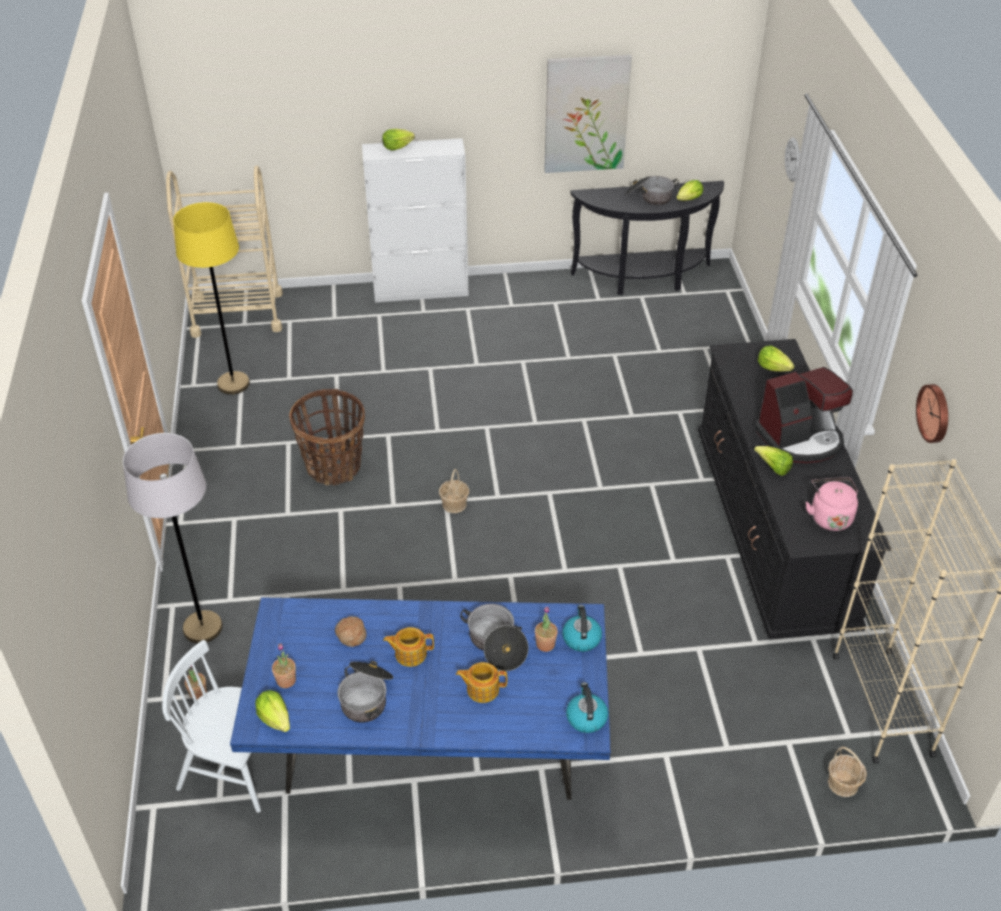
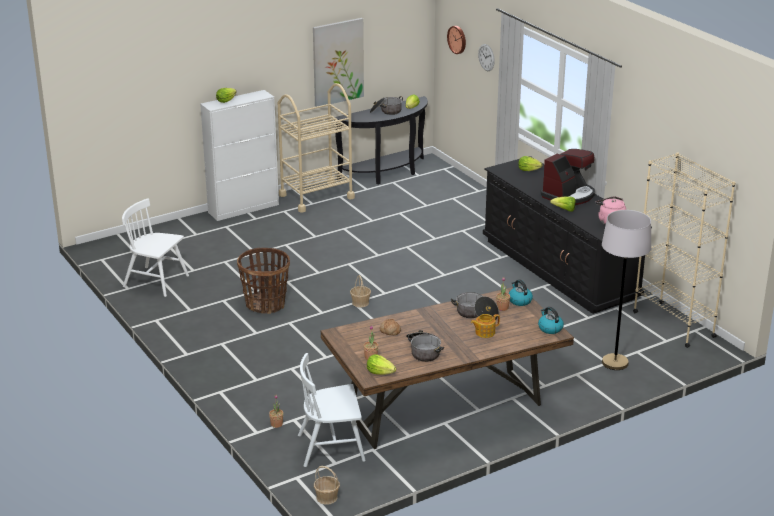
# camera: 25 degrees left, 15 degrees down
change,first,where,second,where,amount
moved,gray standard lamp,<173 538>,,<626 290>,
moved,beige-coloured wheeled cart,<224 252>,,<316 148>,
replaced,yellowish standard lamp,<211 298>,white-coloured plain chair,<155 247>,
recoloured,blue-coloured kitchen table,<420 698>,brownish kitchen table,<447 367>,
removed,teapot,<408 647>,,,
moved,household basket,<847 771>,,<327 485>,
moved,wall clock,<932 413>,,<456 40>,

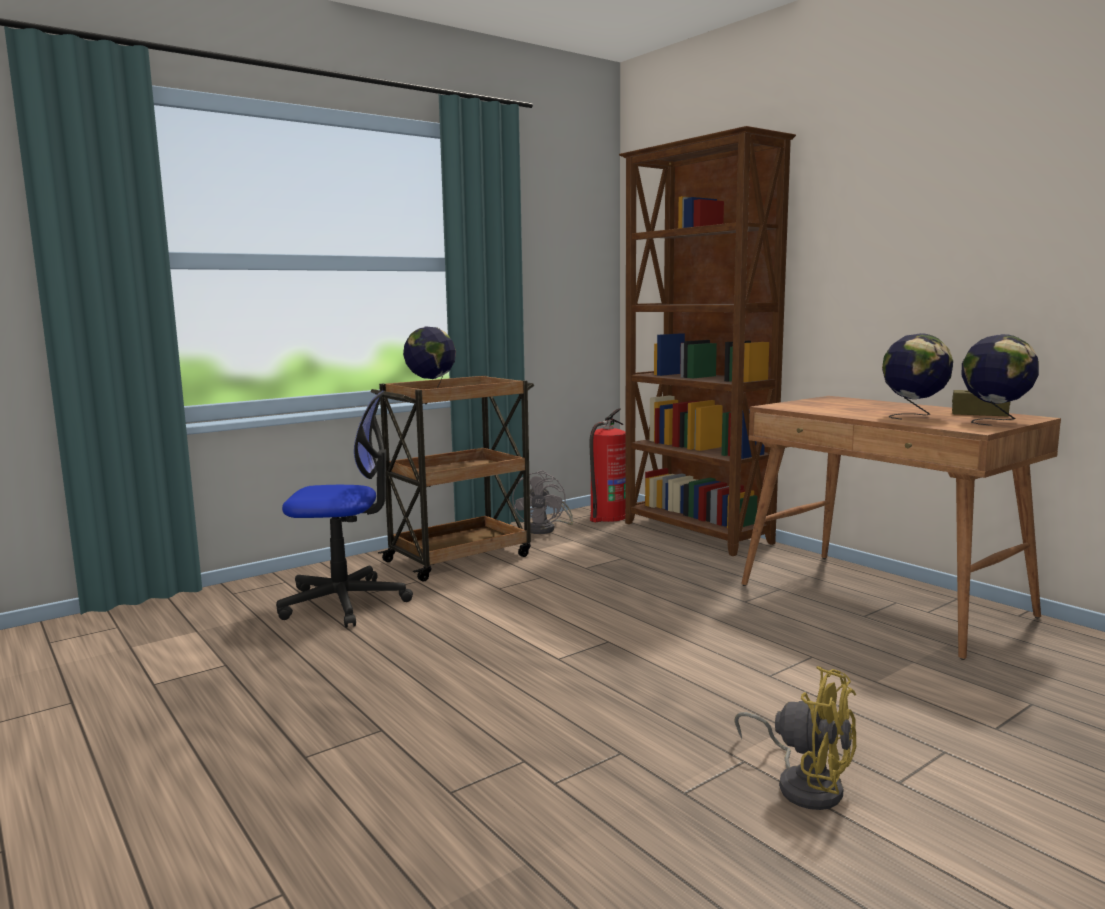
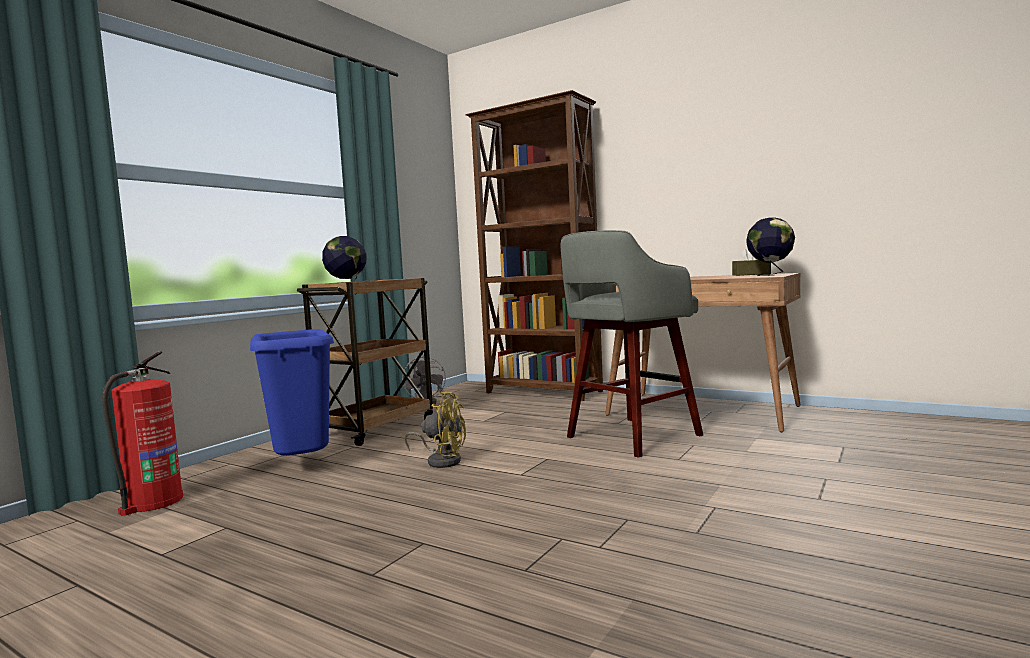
# camera: 20 degrees left, 5 degrees down
change,first,where,second,where,amount
replaced,computer chair,<344 509>,blue-coloured waste bin,<292 392>,
moved,extinguisher,<608 465>,,<142 434>,
moved,yellowish fan,<795 738>,,<435 430>,
removed,world globe,<917 376>,,,
added,,,gray sitting stool,<632 344>,

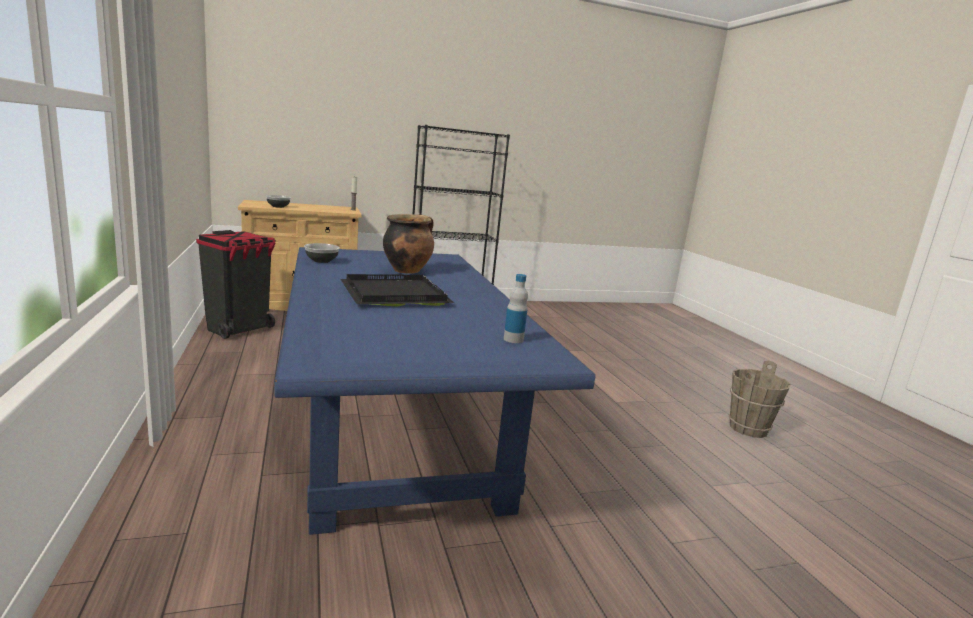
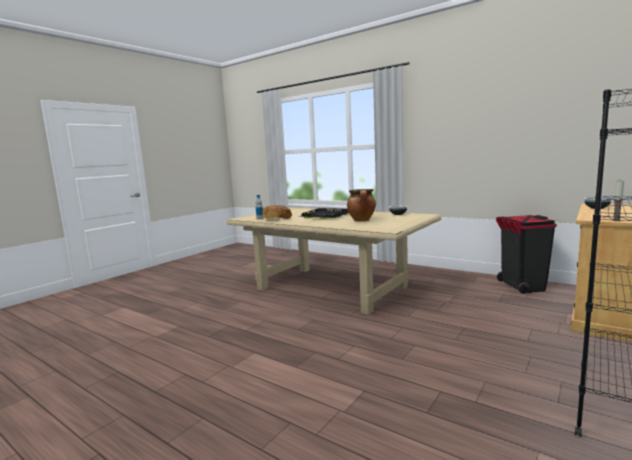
# camera: 145 degrees right, 5 degrees down
change,first,where,second,where,amount
recoloured,blue-coloured kitchen table,<435 391>,beige-coloured kitchen table,<334 261>,
removed,brownish pail,<759 399>,,,
added,,,bread,<277 212>,

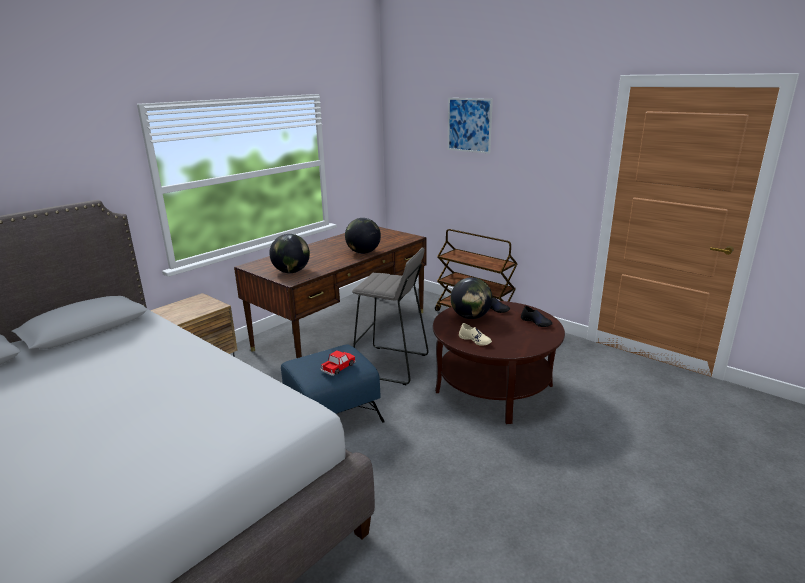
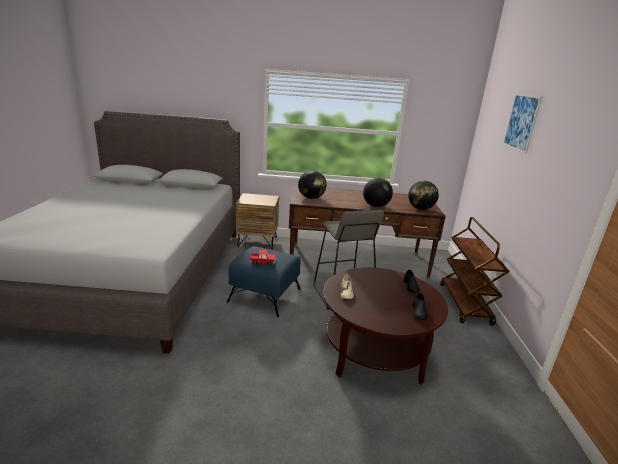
# camera: 50 degrees right, 0 degrees up
change,first,where,second,where,amount
moved,world globe,<471 298>,,<423 195>,

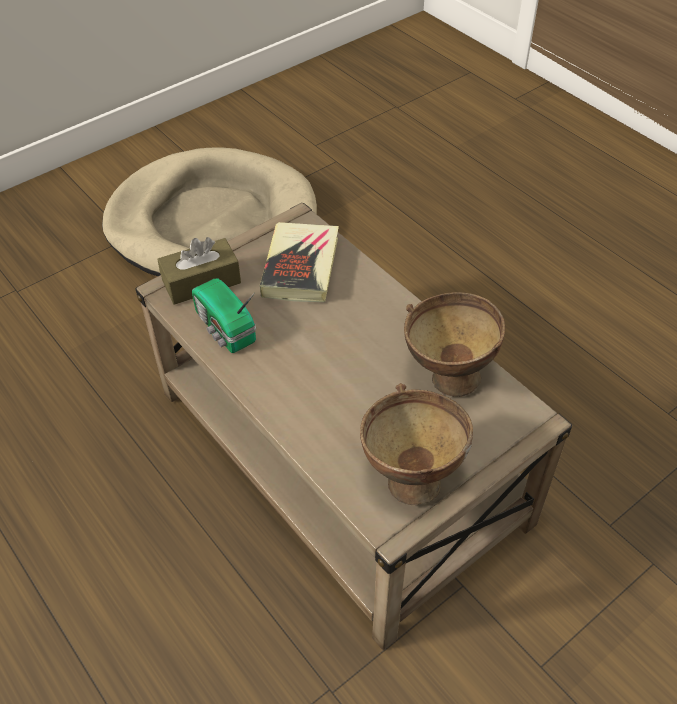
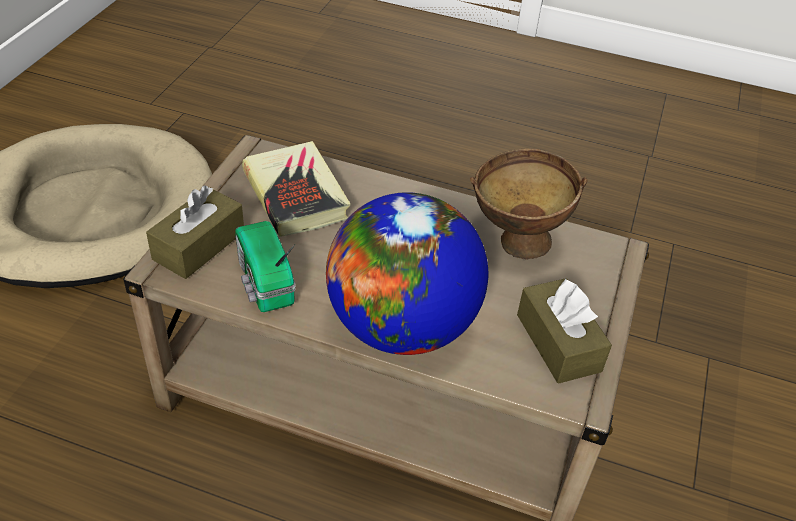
# camera: 35 degrees left, 5 degrees down
change,first,where,second,where,amount
turned,radio,<224 316>,,<265 266>,45 degrees clockwise
replaced,brownish bowl,<416 444>,brownish box of tissues,<564 331>,
added,,,world globe,<407 274>,

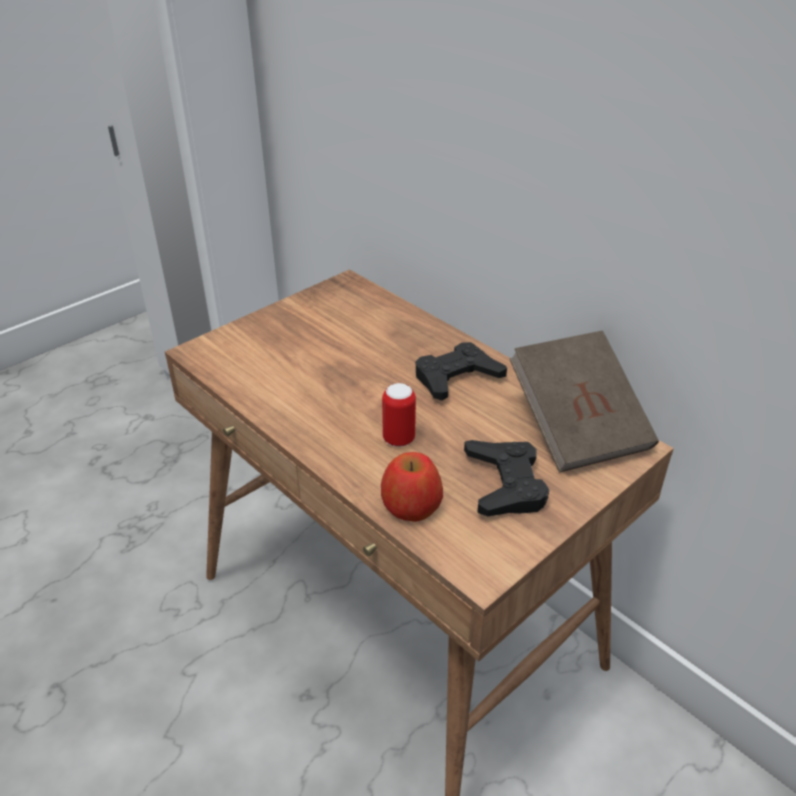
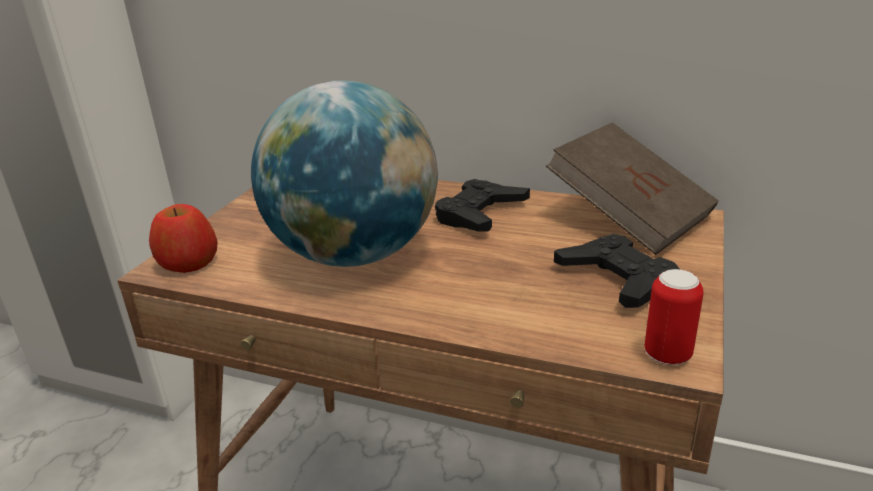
# camera: 25 degrees left, 10 degrees down
change,first,where,second,where,amount
moved,apple,<412 487>,,<183 238>,
moved,sealed can,<399 415>,,<674 317>,
added,,,world globe,<344 174>,

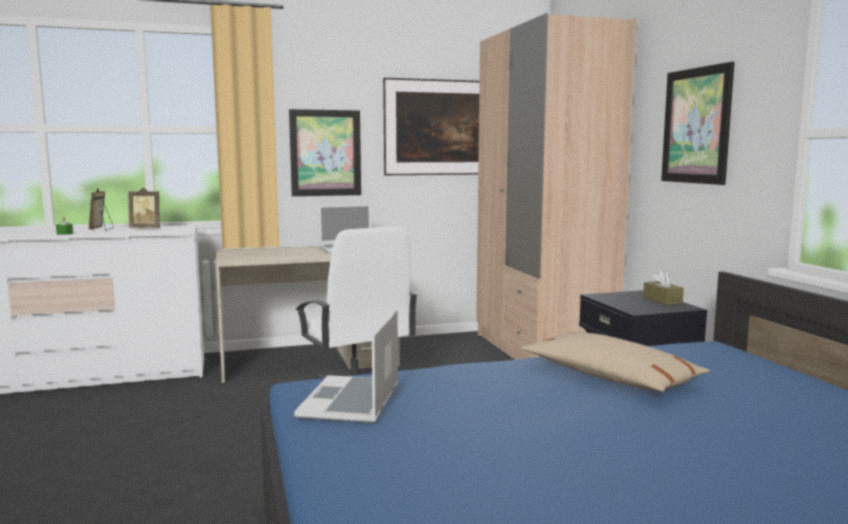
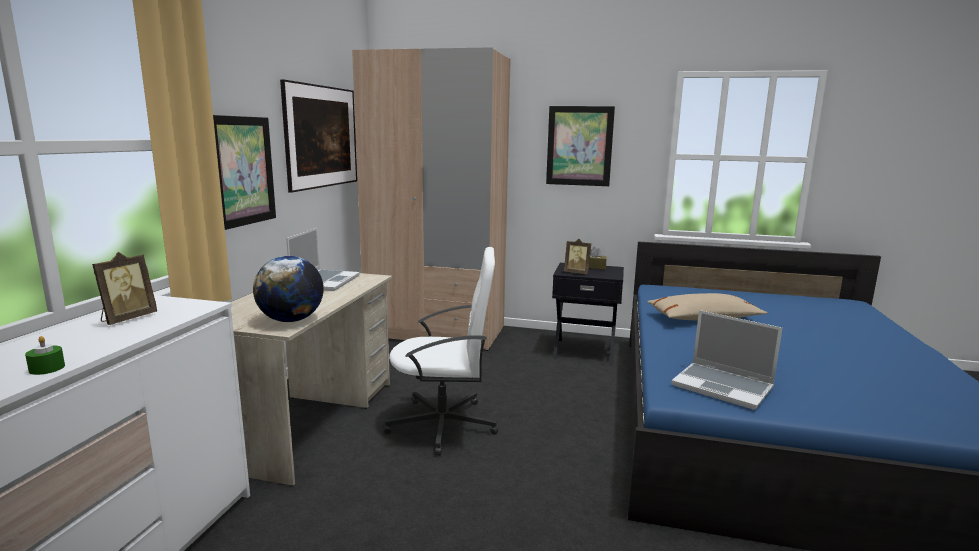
# camera: 60 degrees left, 5 degrees up
change,first,where,second,where,amount
moved,photo frame,<101 209>,,<577 256>,
added,,,world globe,<288 289>,

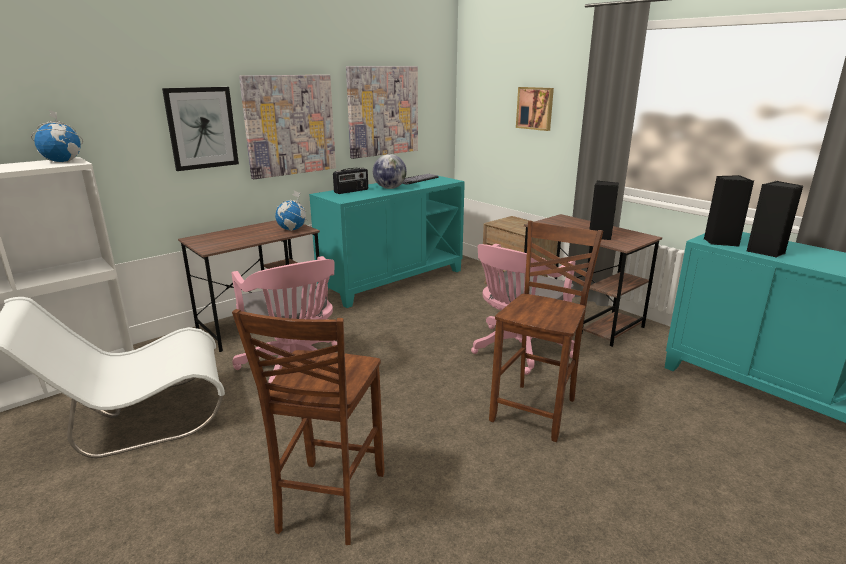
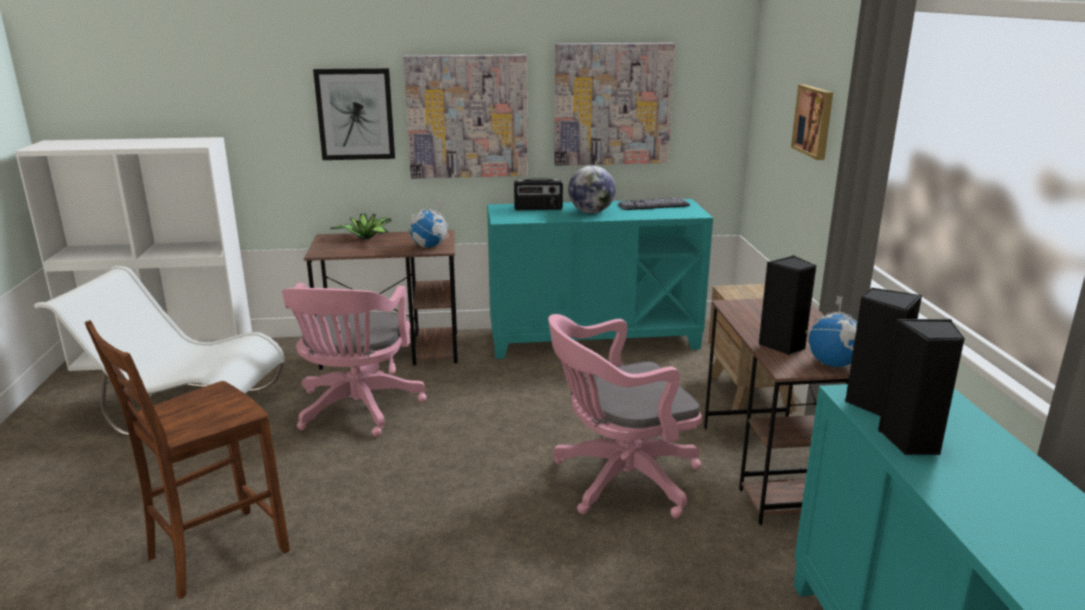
# camera: 35 degrees right, 0 degrees up
change,first,where,second,where,amount
moved,world globe,<57 135>,,<832 331>,
removed,brownish plain chair,<546 331>,,,
added,,,plant in a pot,<361 227>,

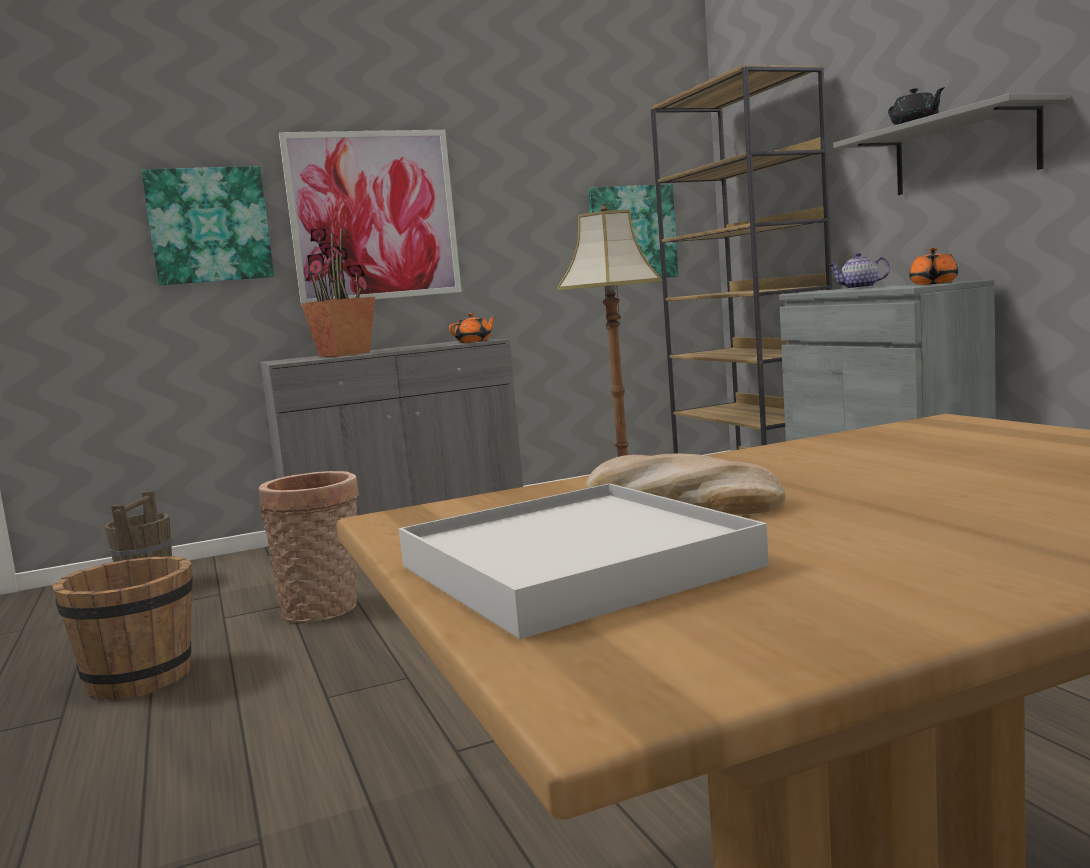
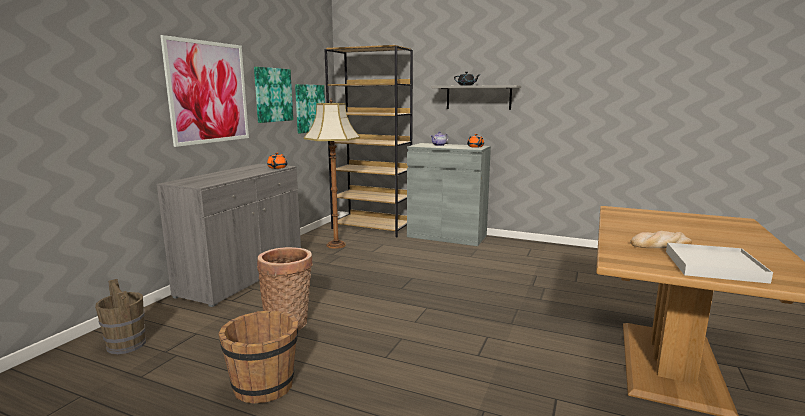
# camera: 45 degrees left, 5 degrees up
change,first,where,second,where,amount
moved,wall picture,<207 225>,,<273 95>,
removed,plant in a pot,<338 290>,,,

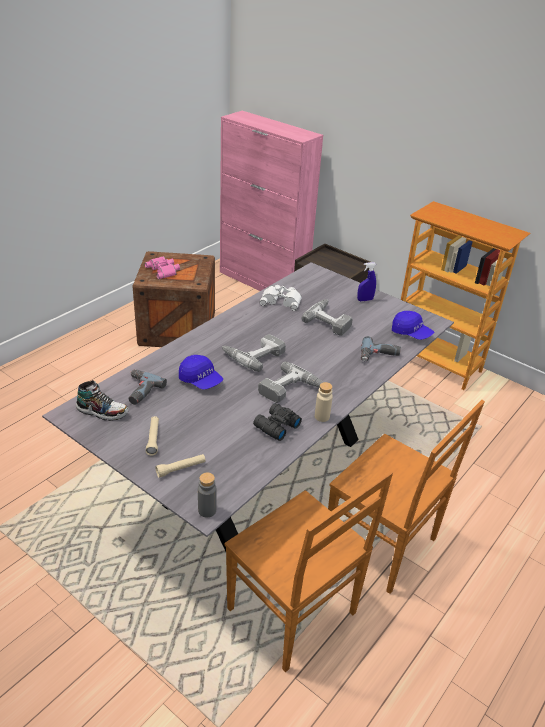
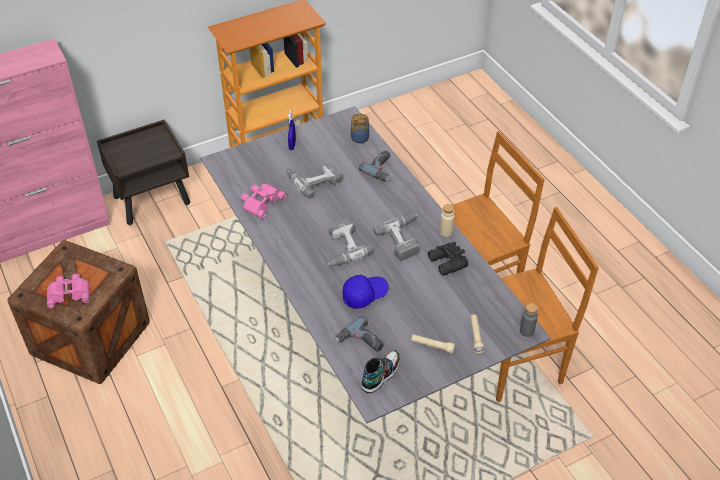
# camera: 65 degrees left, 10 degrees up
change,first,where,second,where,amount
recoloured,white-coloured field glasses,<281 298>,pink field glasses,<264 201>,
replaced,blue-coloured baseball cap,<413 325>,jar,<360 128>,

